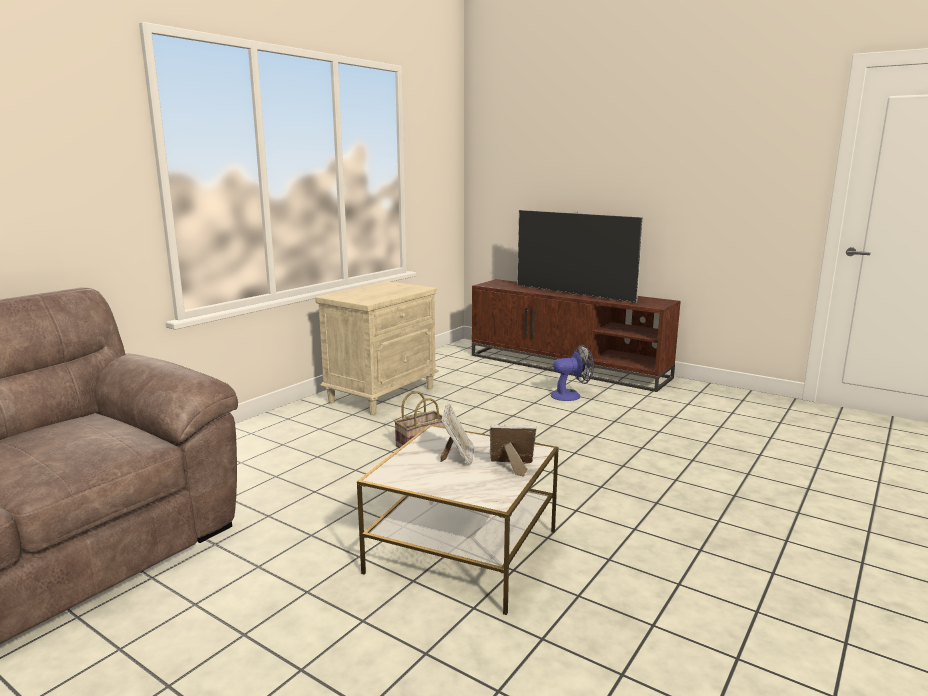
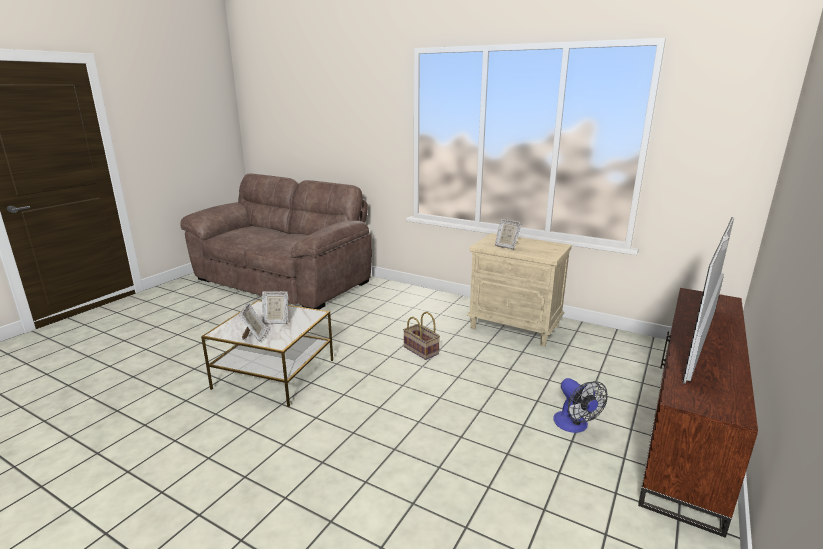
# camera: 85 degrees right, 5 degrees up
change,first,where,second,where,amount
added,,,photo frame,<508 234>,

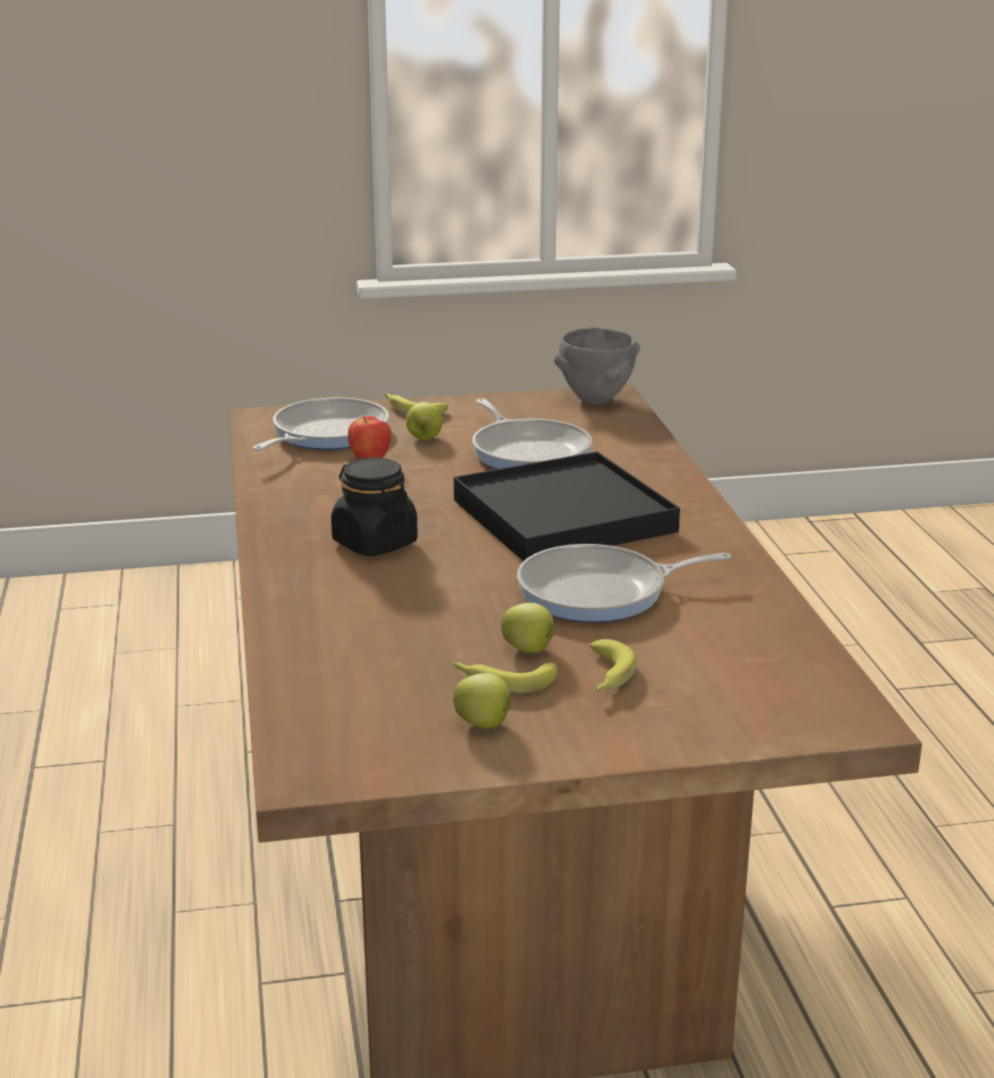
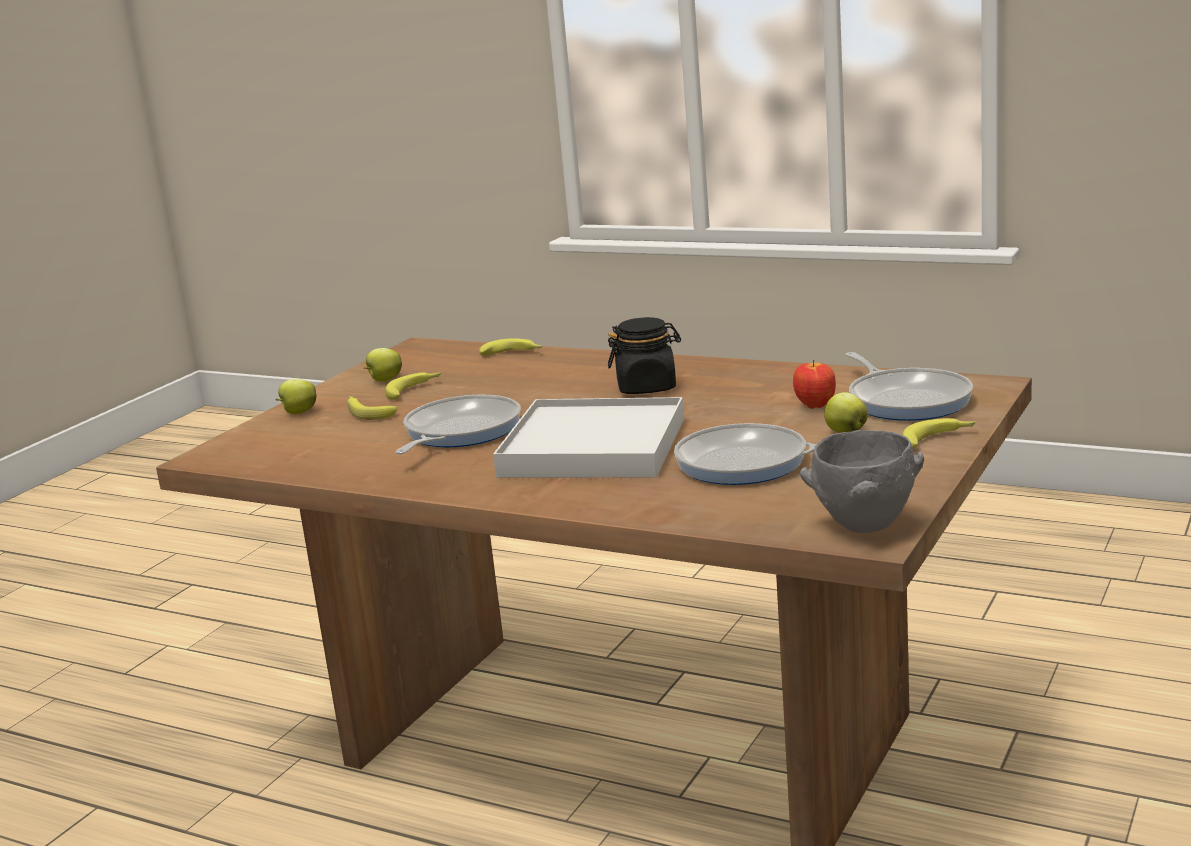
# camera: 130 degrees right, 5 degrees down
change,first,where,second,where,amount
recoloured,black tray,<567 506>,white-coloured tray,<588 437>,
moved,apple,<528 628>,,<296 397>,
added,,,banana fruit,<511 347>,

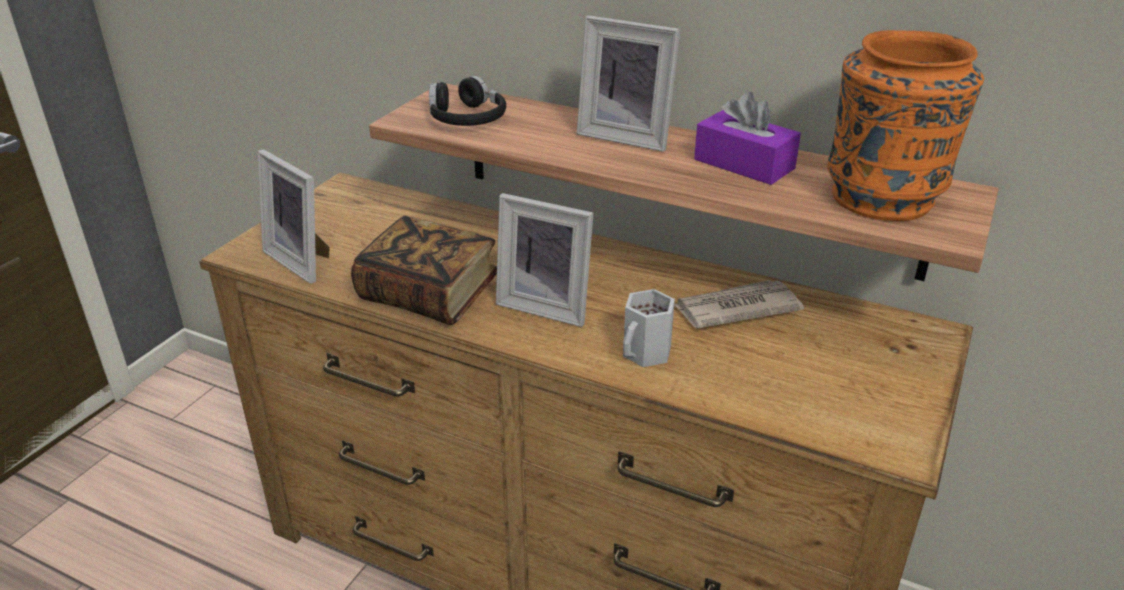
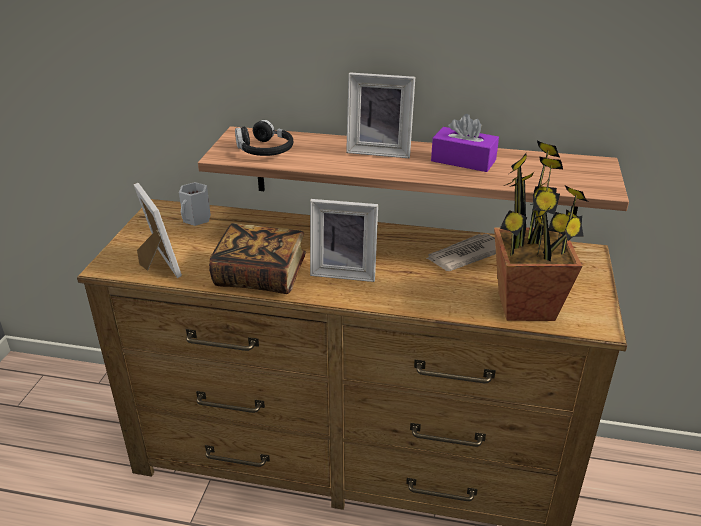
# camera: 15 degrees left, 0 degrees up
change,first,where,second,where,amount
turned,photo frame,<294 216>,,<157 230>,150 degrees counterclockwise
moved,white-coloured mug,<649 328>,,<195 204>,
removed,orange-coloured vase,<905 125>,,,
added,,,plant in a pot,<541 231>,

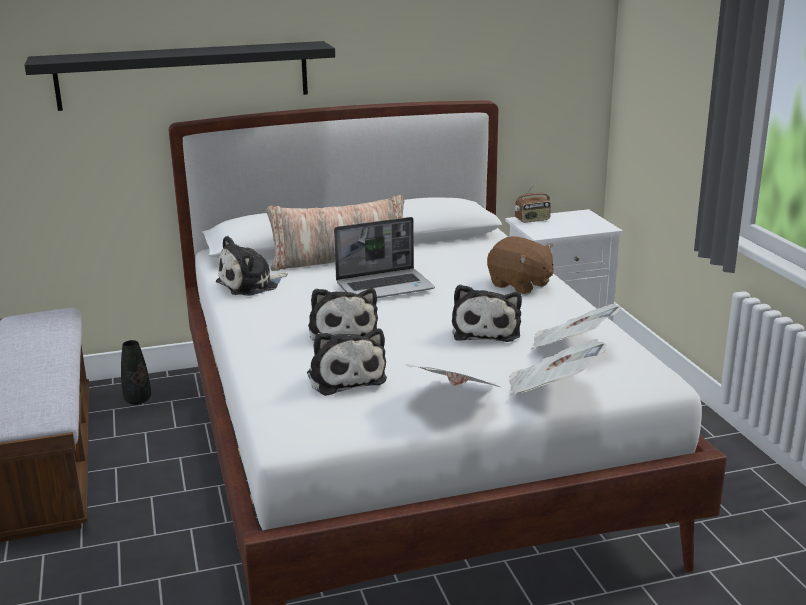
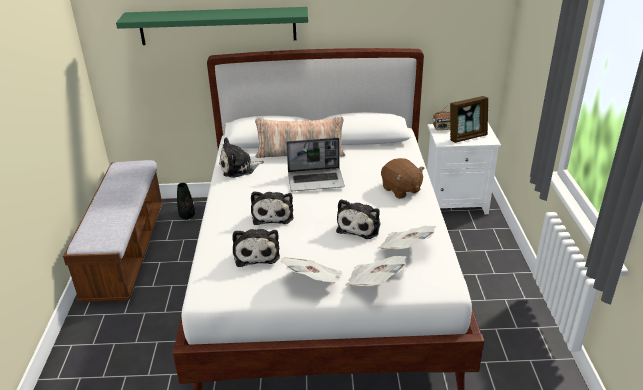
# camera: 15 degrees right, 10 degrees up
change,first,where,second,where,amount
recoloured,black wall shelf,<179 76>,greenish wall shelf,<212 26>,
added,,,photo frame,<469 119>,

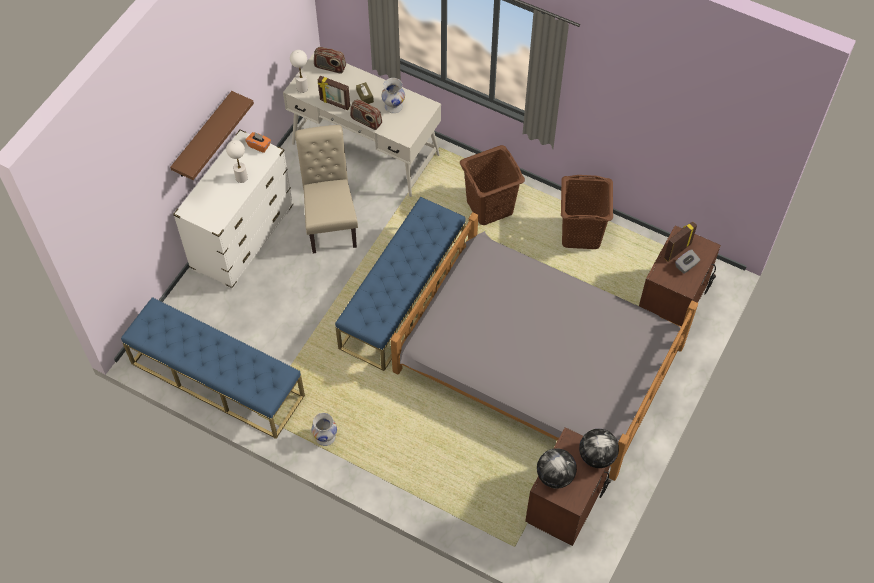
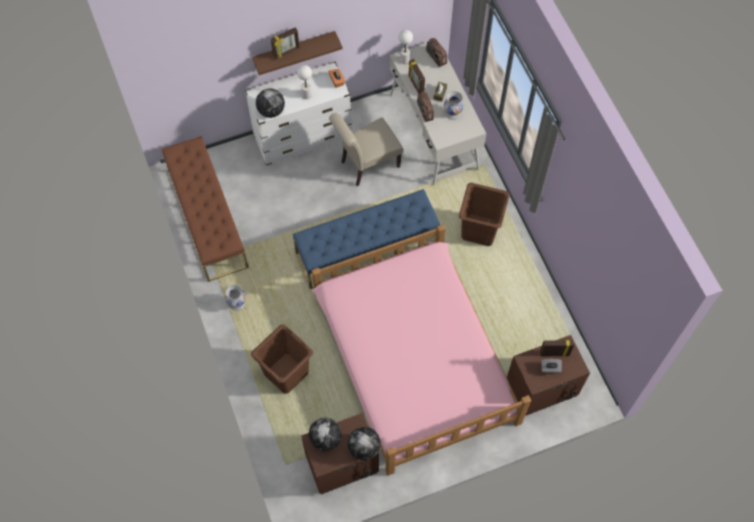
# camera: 40 degrees right, 5 degrees up
change,first,where,second,where,amount
recoloured,blue-coloured long seat,<213 368>,brownish long seat,<205 209>,
turned,beige-coloured plain chair,<326 189>,,<366 149>,150 degrees counterclockwise
recoloured,gray bedroom bed,<544 346>,pink bedroom bed,<421 350>,
moved,brownish laundry basket,<587 212>,,<282 359>,
added,,,world globe,<270 103>,
added,,,photo frame,<285 43>,

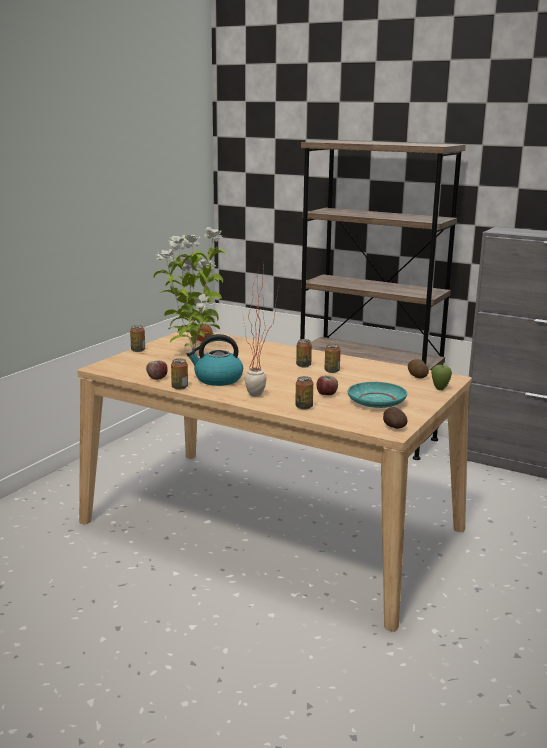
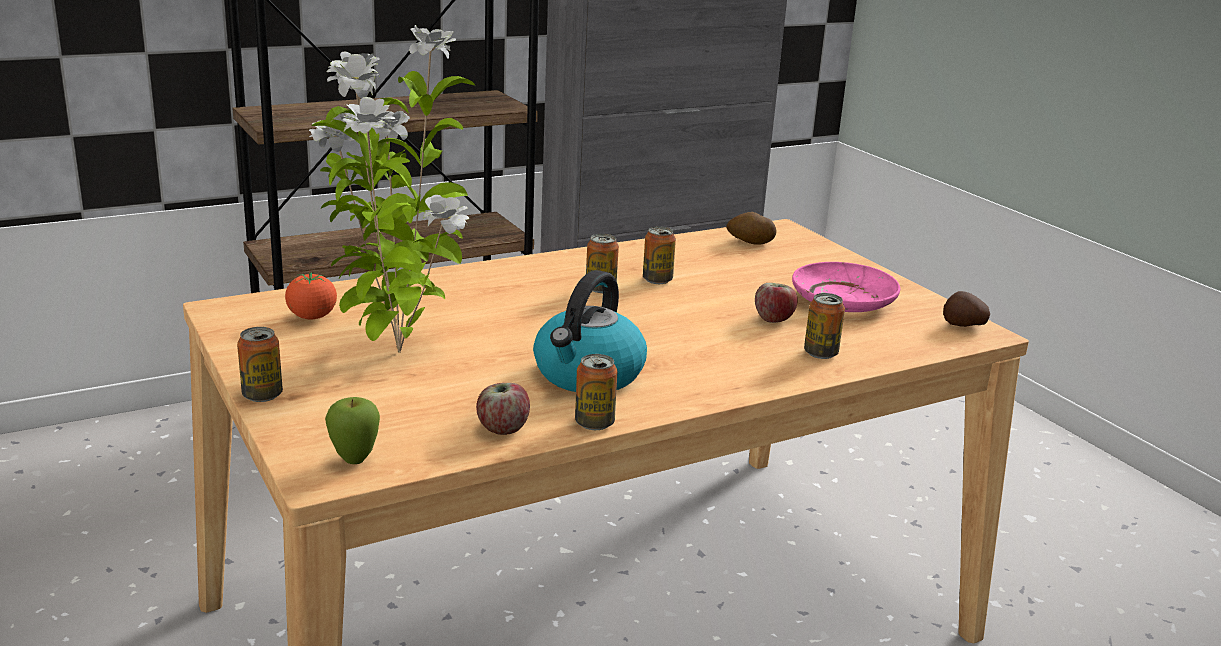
# camera: 60 degrees left, 5 degrees up
change,first,where,second,where,amount
removed,plant in a pot,<261 330>,,,
recoloured,turquoise plate,<377 395>,pink plate,<846 287>,
moved,apple,<441 377>,,<352 430>,

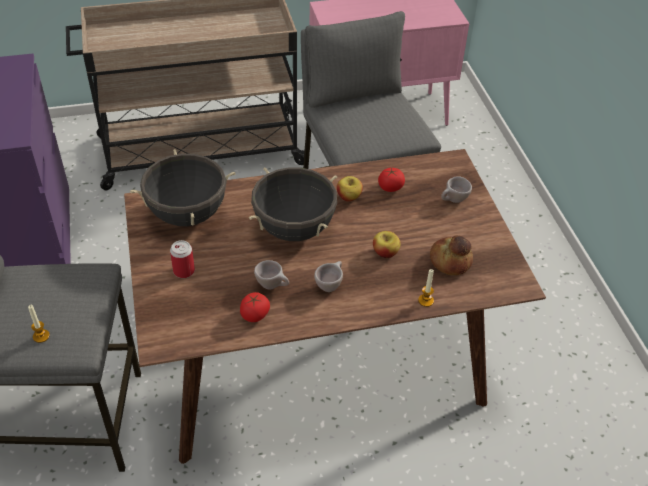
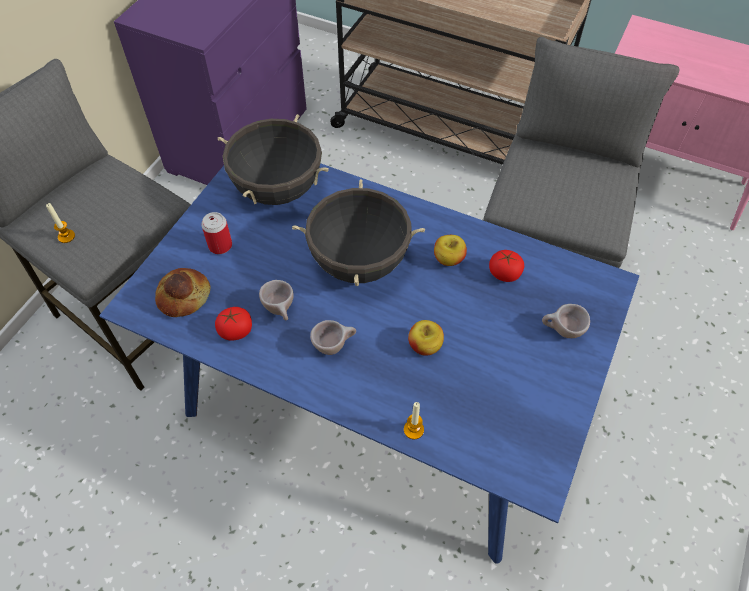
# camera: 40 degrees right, 10 degrees up
change,first,where,second,where,amount
recoloured,brownish kitchen table,<335 306>,blue-coloured kitchen table,<369 363>,
moved,bread,<451 255>,,<182 292>,

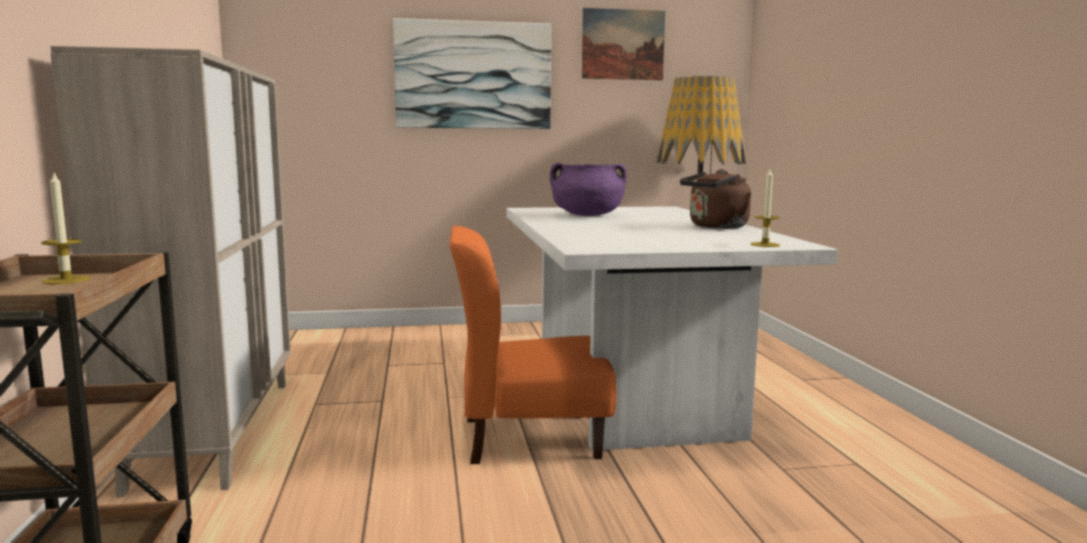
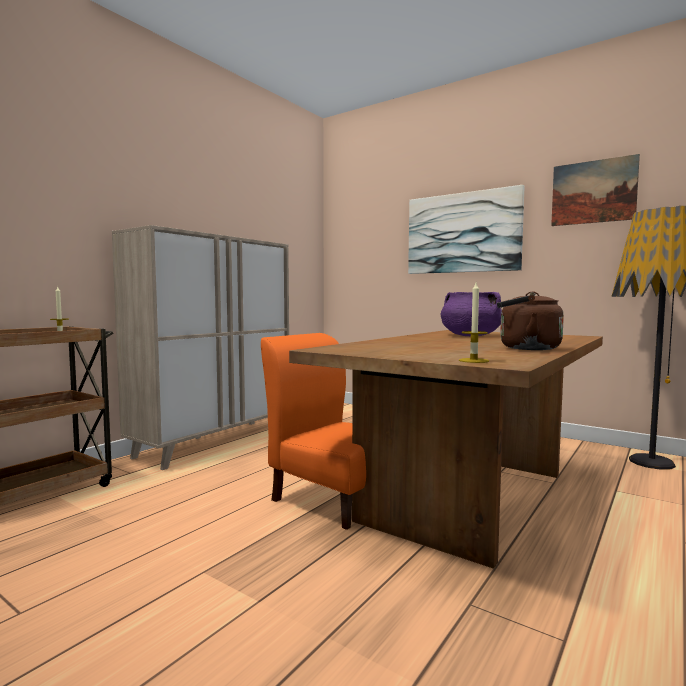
# camera: 45 degrees right, 5 degrees down
change,first,where,second,where,amount
recoloured,white-coloured kitchen table,<672 328>,brownish kitchen table,<446 449>,

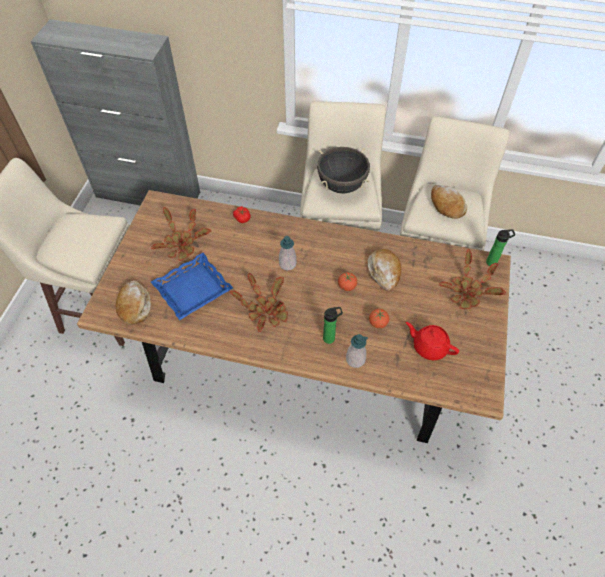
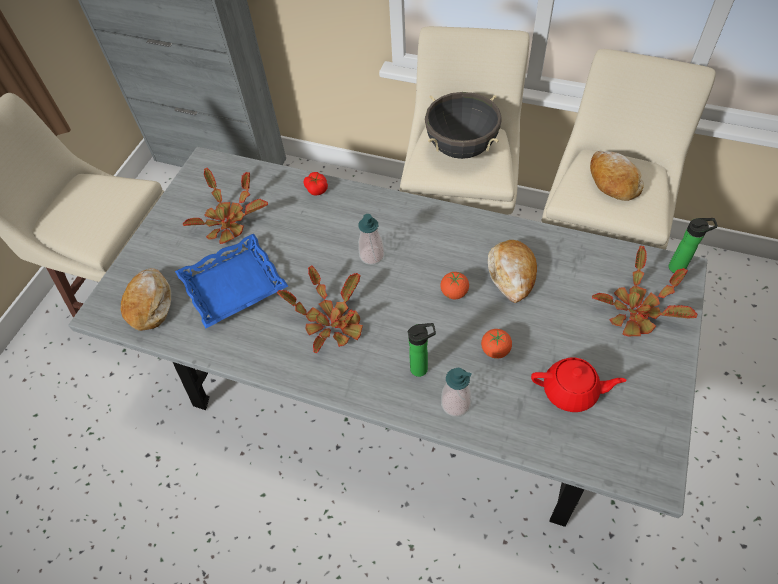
# camera: 10 degrees right, 0 degrees up
change,first,where,second,where,amount
recoloured,brownish kitchen table,<294 316>,gray kitchen table,<387 337>,
turned,red teapot,<432 341>,,<578 384>,150 degrees clockwise

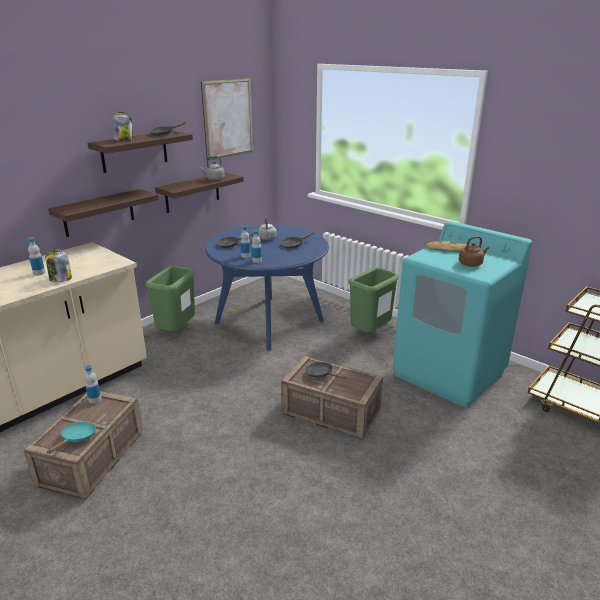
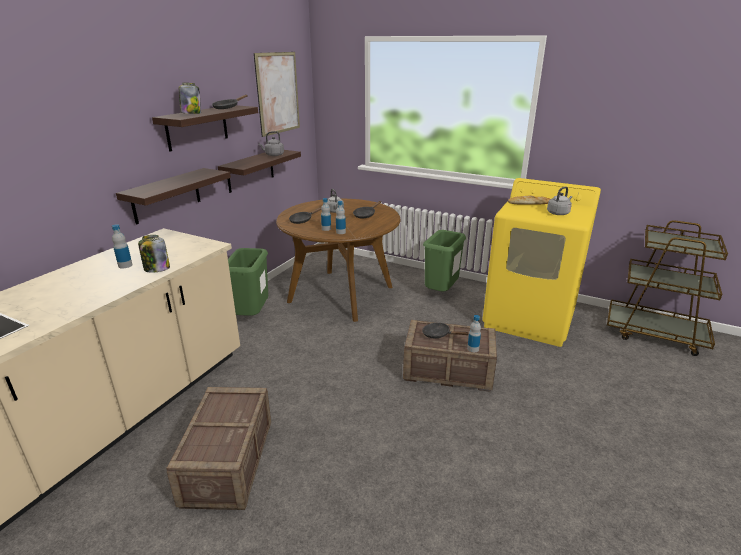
# camera: 15 degrees left, 0 degrees up
change,first,where,second,where,amount
removed,turquoise frying pan,<71 438>,,,
moved,beverage bottle,<93 384>,,<474 333>,
recoloured,blue-coloured kitchen table,<267 288>,brownish kitchen table,<338 260>,
recoloured,turquoise laundry appliance,<463 314>,yellowish laundry appliance,<541 262>,
recoloured,brownish water kettle,<474 251>,gray water kettle,<559 201>,

